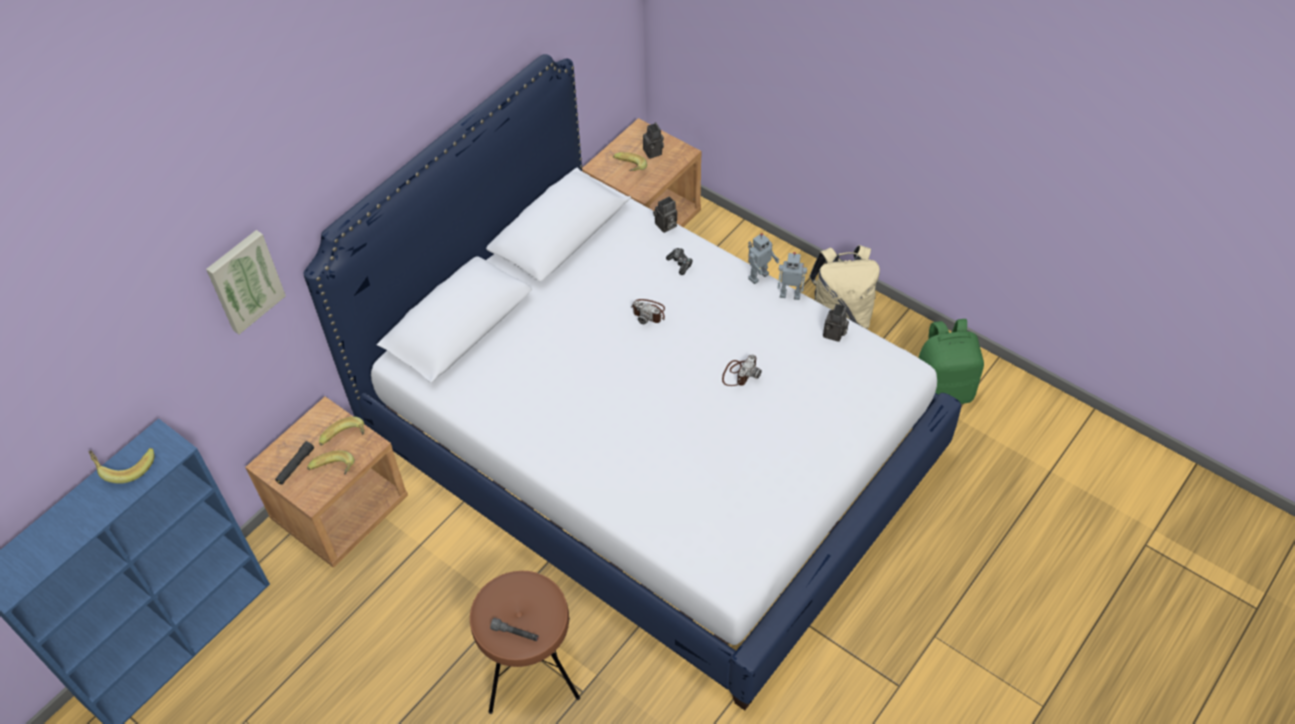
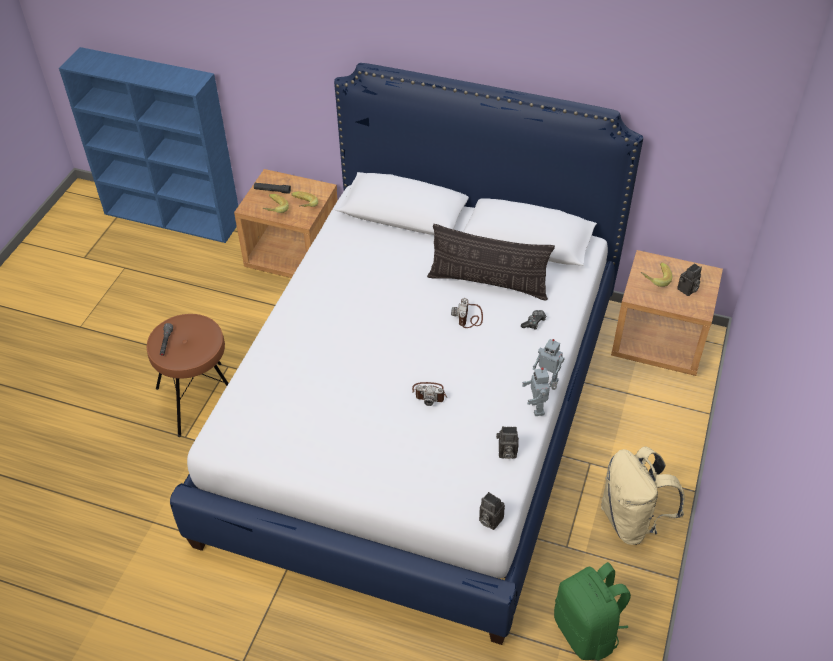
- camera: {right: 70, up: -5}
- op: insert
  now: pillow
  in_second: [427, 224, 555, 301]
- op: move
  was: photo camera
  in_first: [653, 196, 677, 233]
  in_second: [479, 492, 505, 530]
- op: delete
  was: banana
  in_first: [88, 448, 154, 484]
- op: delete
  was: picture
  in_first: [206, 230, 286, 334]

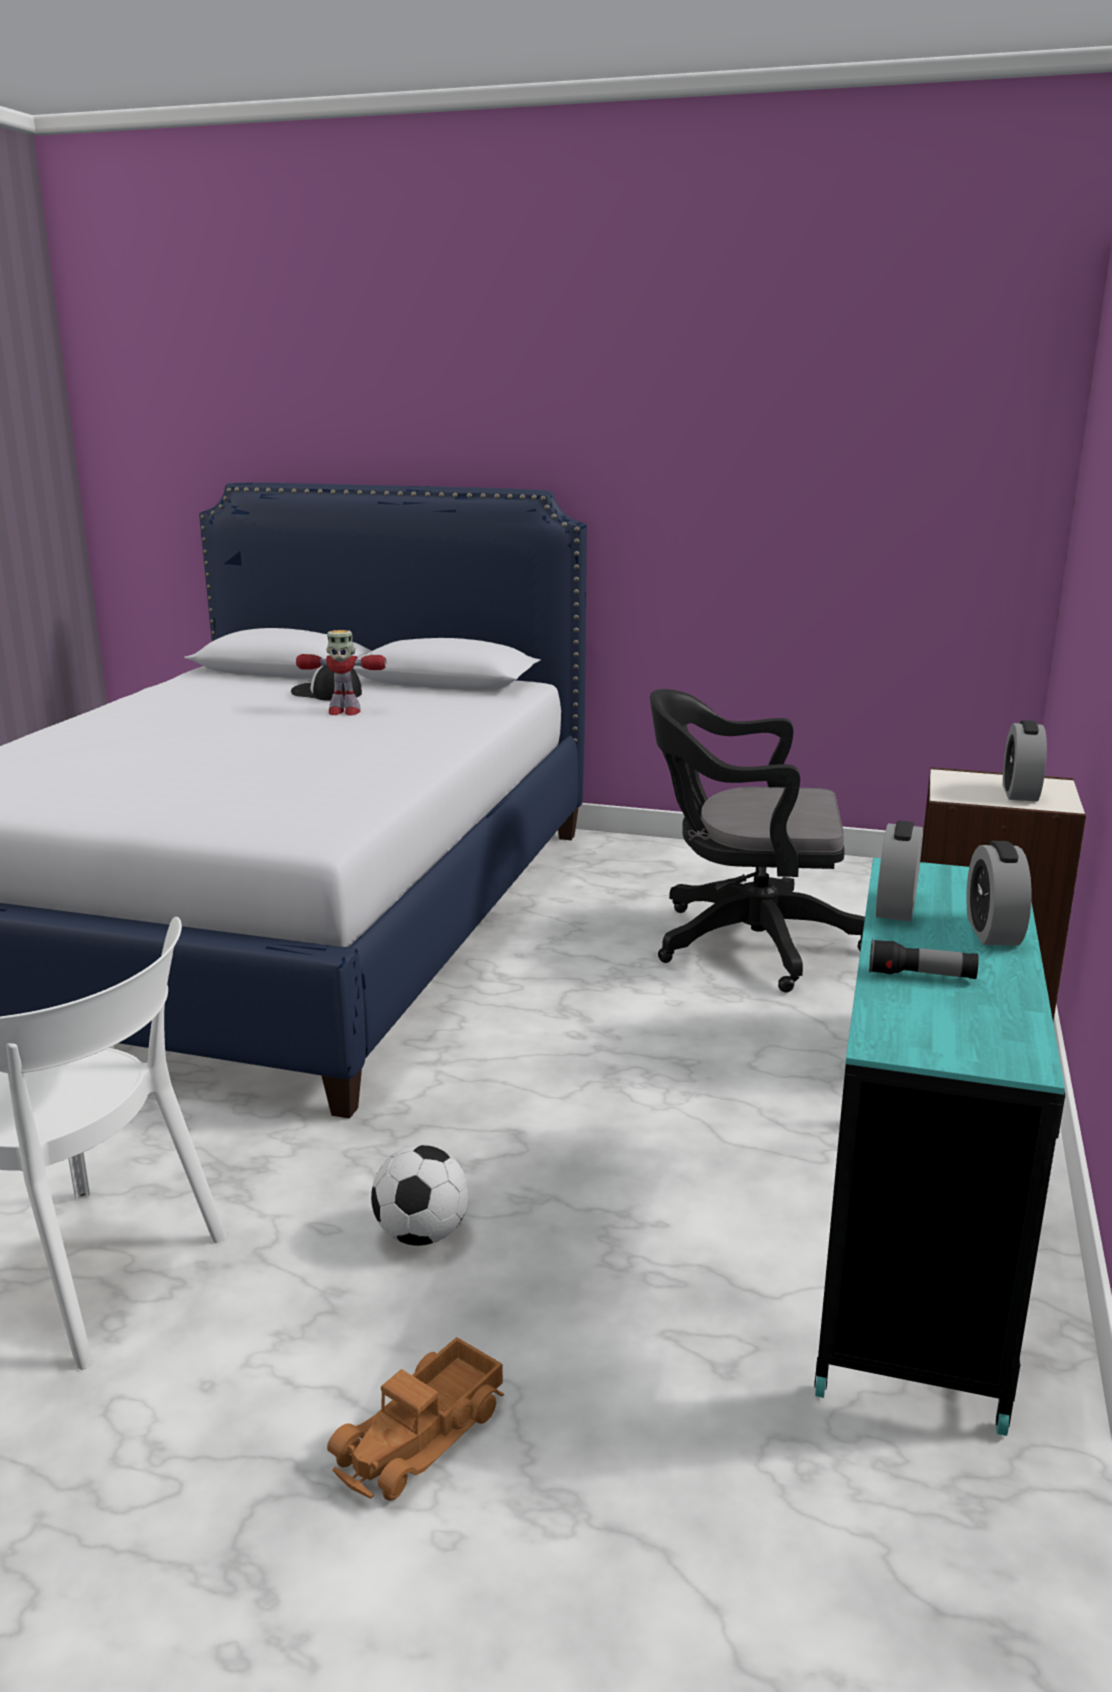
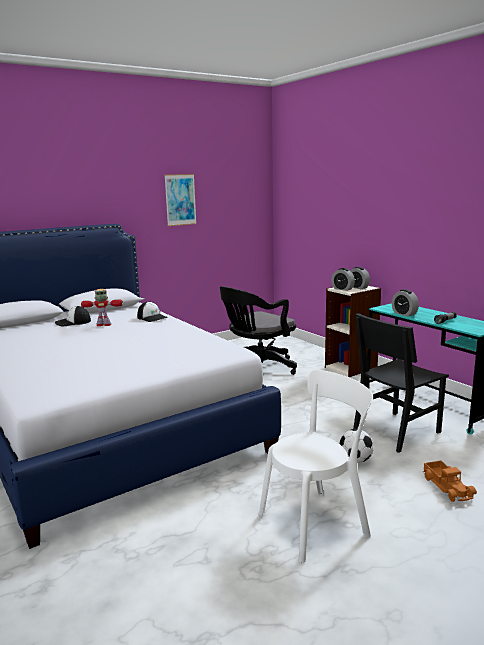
- camera: {right: -50, up: -5}
- op: rotate
  was: toy robot
  in_first: [296, 630, 386, 716]
  in_second: [81, 289, 123, 326]
  clockwise: -135
- op: insert
  now: cap
  in_second: [137, 302, 168, 322]
- op: insert
  now: picture
  in_second: [164, 174, 197, 226]
- op: move
  was: alarm clock
  in_first: [966, 841, 1032, 946]
  in_second: [331, 268, 355, 291]
- op: insert
  now: chair (black)
  in_second: [353, 313, 449, 453]

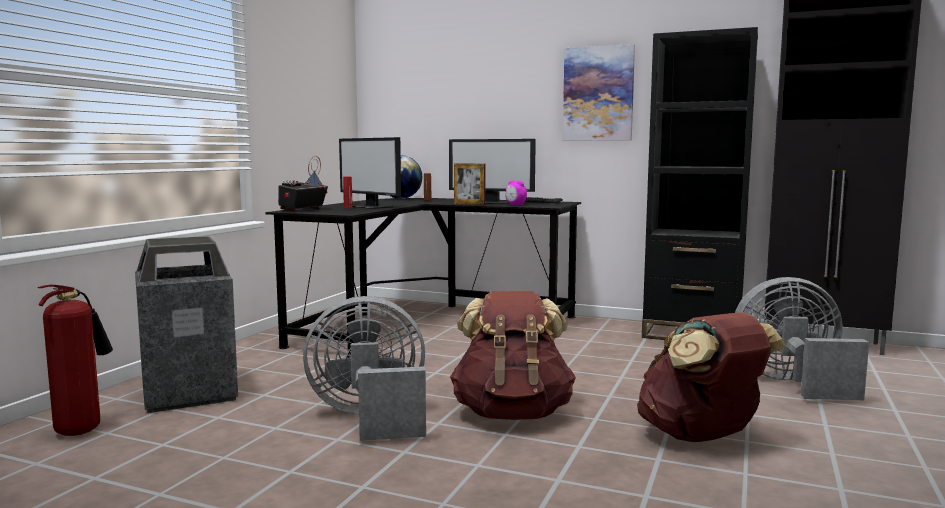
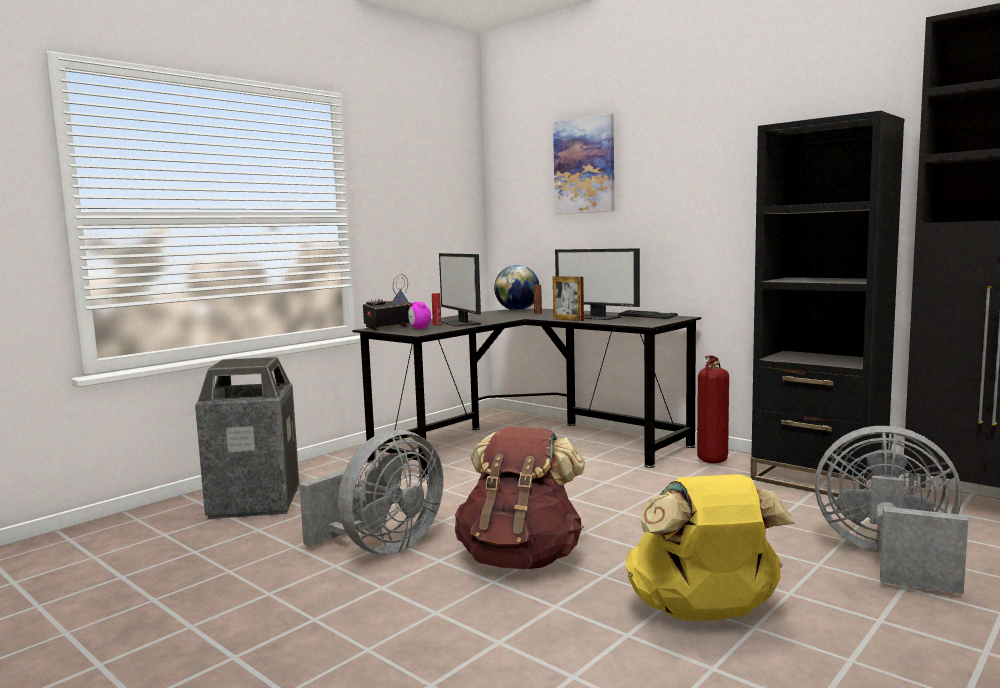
- camera: {right: 20, up: 0}
- op: rotate
  was: fan (grey)
  in_first: [303, 296, 426, 441]
  in_second: [299, 430, 444, 554]
  clockwise: 120
- op: move
  was: alarm clock
  in_first: [505, 180, 527, 205]
  in_second: [408, 301, 431, 329]
- op: move
  was: picture
  in_first: [563, 44, 635, 141]
  in_second: [553, 114, 614, 214]
- op: recolor
  was: backpack (brown)
  now: backpack (yellow)
  in_first: [637, 312, 786, 442]
  in_second: [625, 474, 795, 621]
- op: move
  was: fire extinguisher
  in_first: [38, 285, 113, 436]
  in_second: [697, 355, 729, 464]

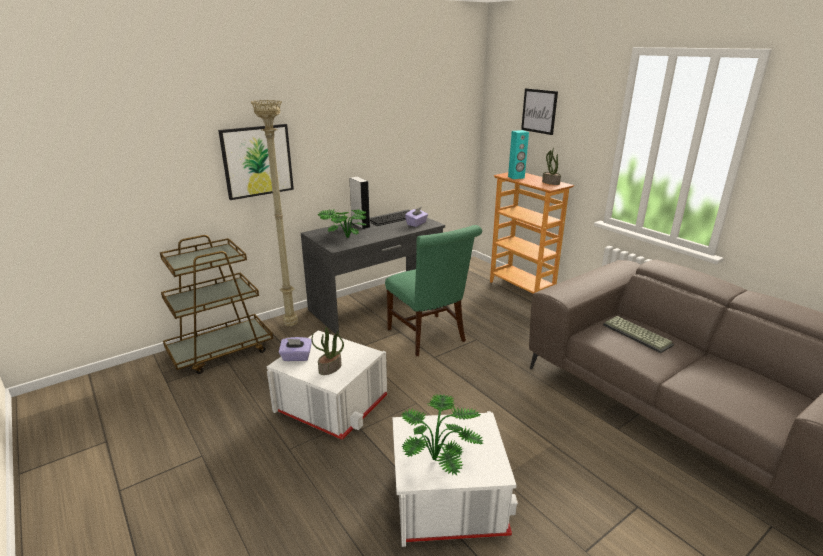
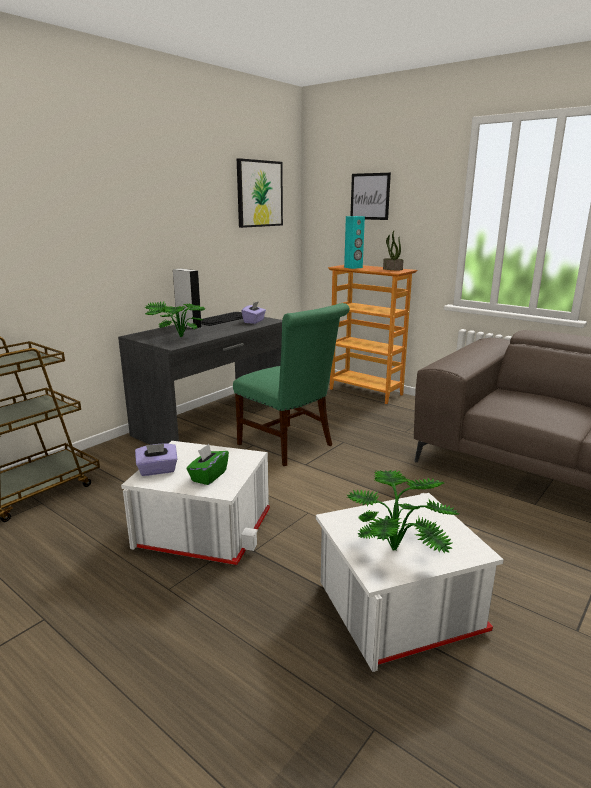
- camera: {right: -15, up: -5}
- op: replace
  was: potted plant
  now: tissue box (green)
  in_first: [311, 327, 344, 375]
  in_second: [186, 444, 229, 485]
- op: move
  was: picture
  in_first: [218, 124, 294, 200]
  in_second: [237, 158, 283, 228]
- op: delete
  was: floor lamp (beige)
  in_first: [251, 100, 298, 326]
- op: delete
  was: keyboard
  in_first: [603, 316, 674, 353]

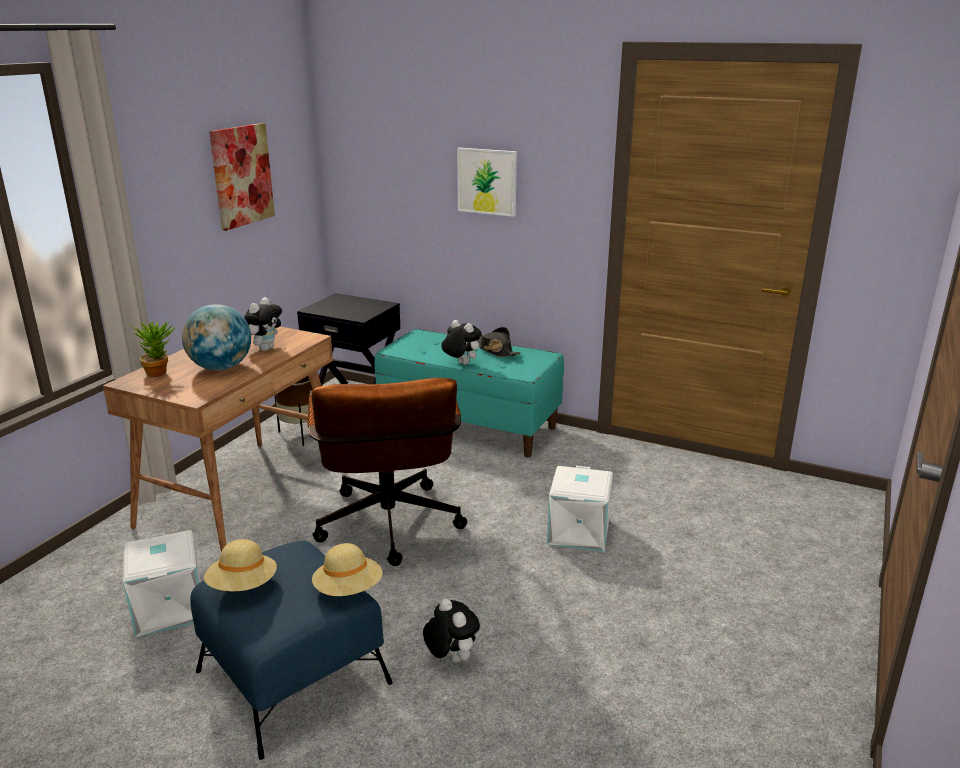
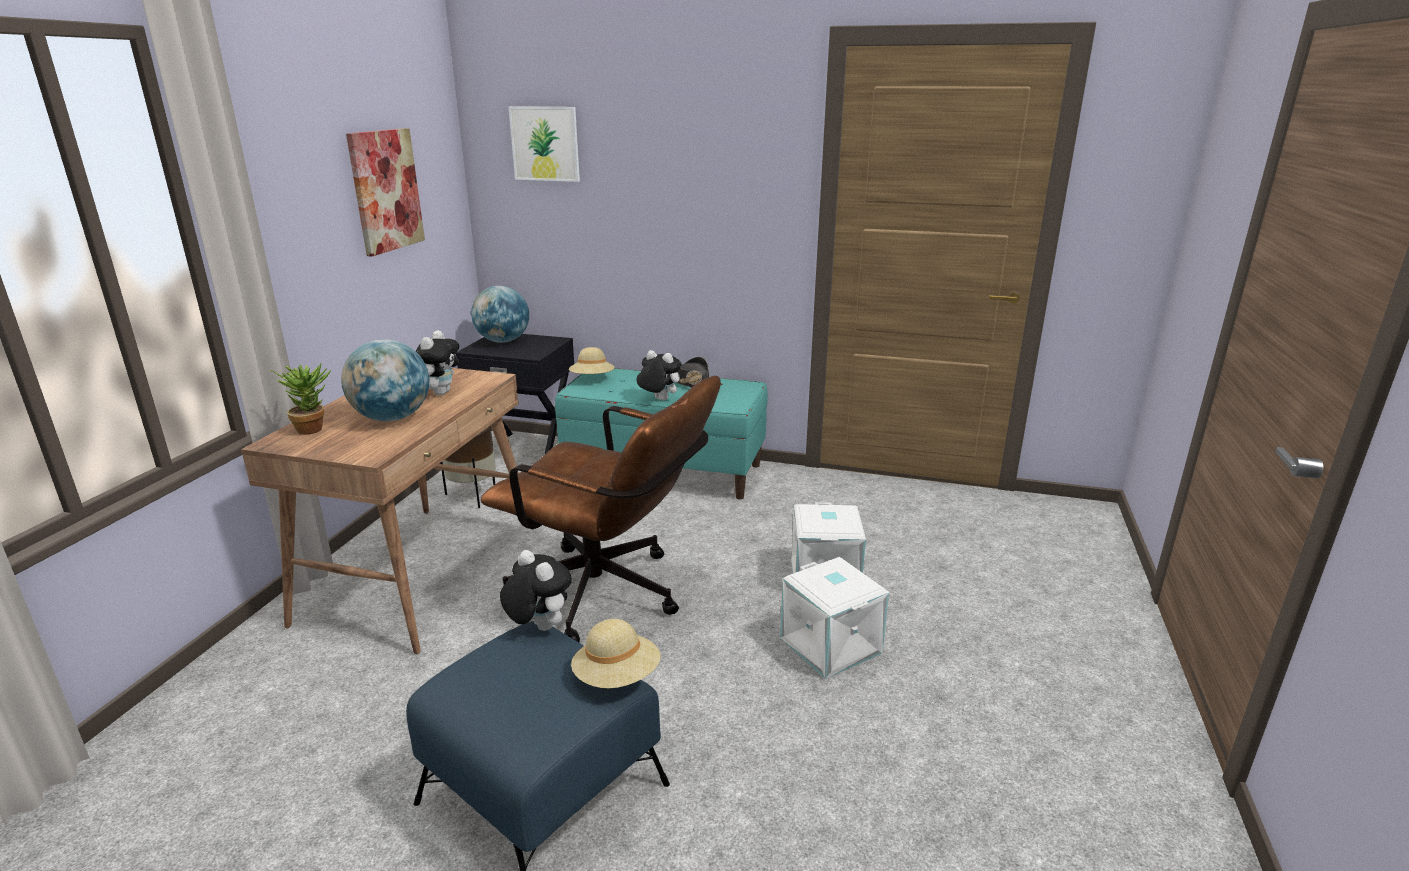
- camera: {right: -10, up: 0}
- op: insert
  now: globe
  in_second: [471, 286, 529, 343]
- op: rotate
  was: office chair (brown)
  in_first: [308, 378, 467, 566]
  in_second: [481, 376, 721, 643]
  clockwise: -45
- op: move
  was: plush toy
  in_first: [423, 598, 480, 663]
  in_second: [500, 550, 572, 631]
- op: move
  was: picture
  in_first: [457, 148, 517, 217]
  in_second: [509, 106, 580, 182]
- op: move
  was: hat (beige)
  in_first: [204, 539, 277, 591]
  in_second: [569, 347, 615, 374]
- op: move
  was: storage box (white)
  in_first: [123, 530, 201, 637]
  in_second: [780, 557, 889, 679]

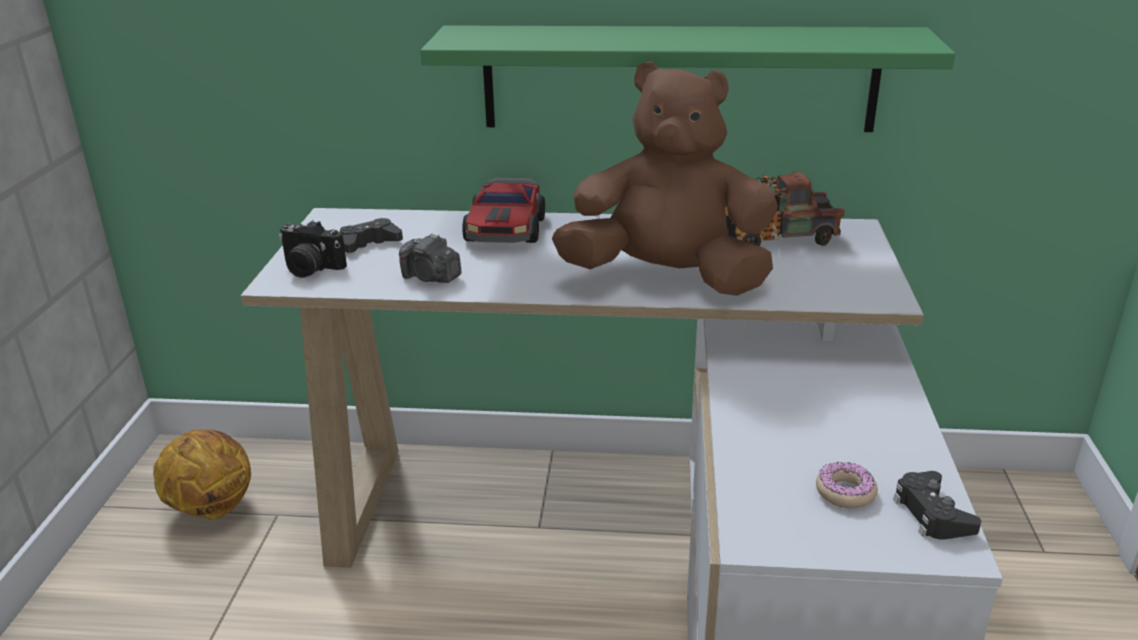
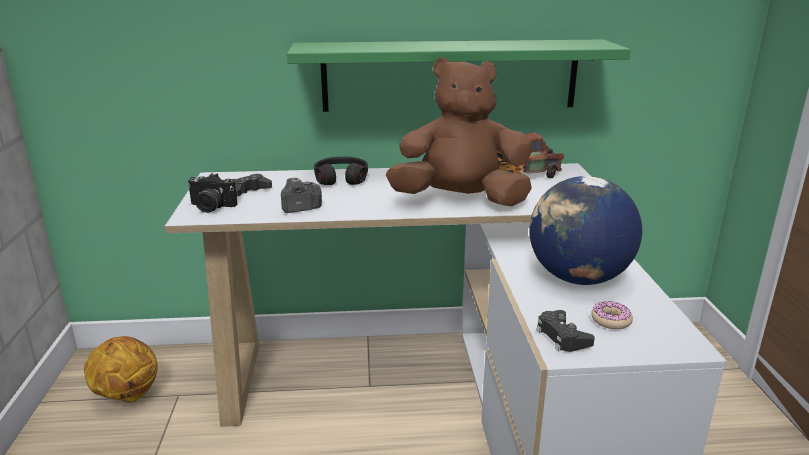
- camera: {right: -10, up: -5}
- op: rotate
  was: photo camera
  in_first: [399, 233, 461, 283]
  in_second: [281, 178, 322, 213]
  clockwise: 135
- op: replace
  was: toy car
  now: headphones (black)
  in_first: [462, 178, 545, 243]
  in_second: [314, 157, 368, 185]
- op: insert
  now: globe
  in_second: [529, 176, 642, 285]
- op: move
  was: game controller (black)
  in_first: [893, 471, 981, 540]
  in_second: [536, 310, 595, 352]

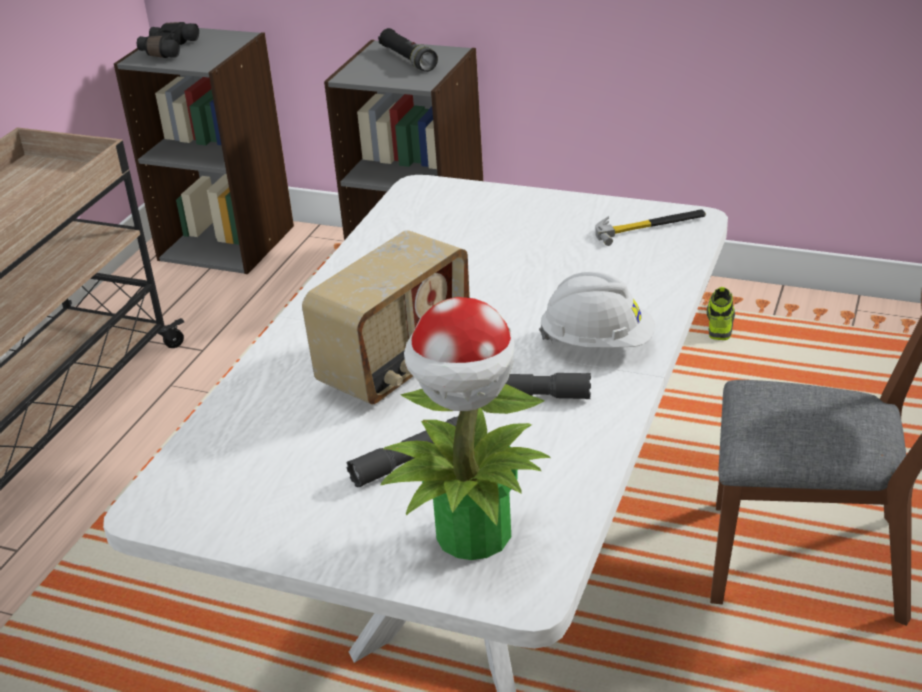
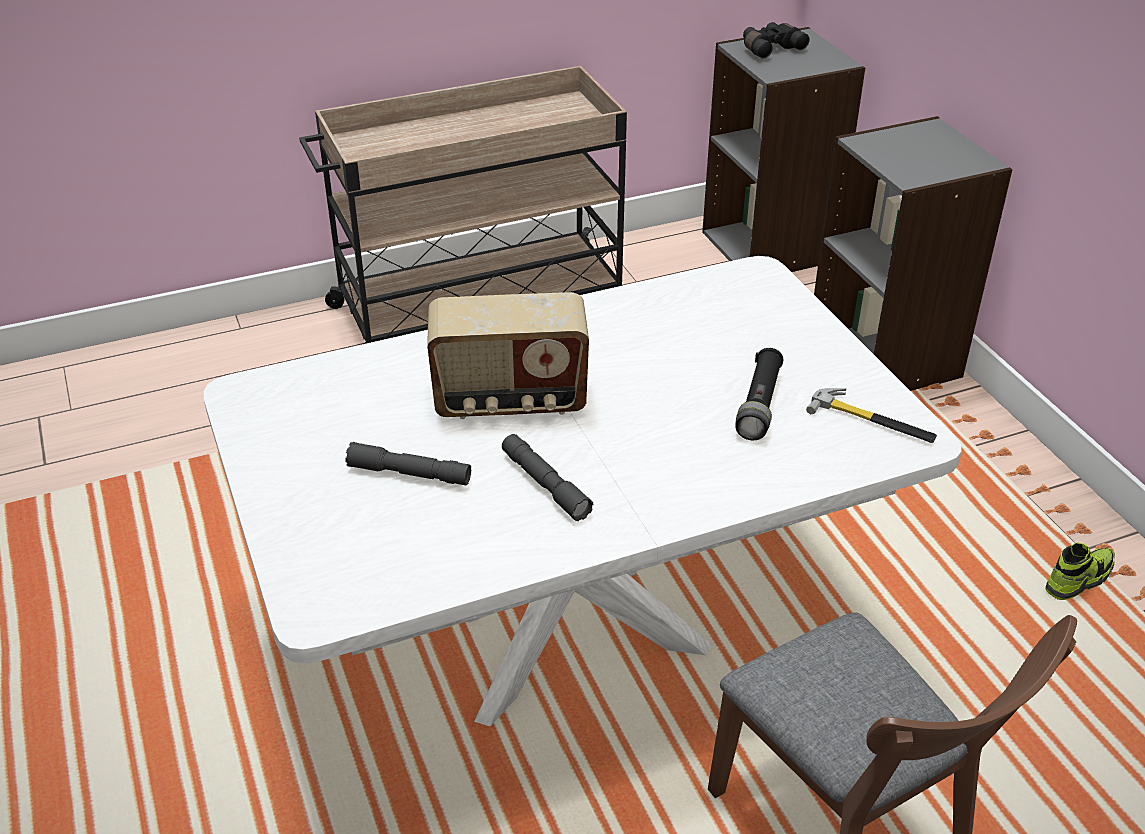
- camera: {right: 45, up: 5}
- op: move
  was: flashlight (black)
  in_first: [378, 28, 438, 72]
  in_second: [735, 348, 783, 440]
- op: delete
  was: potted plant
  in_first: [380, 297, 551, 560]
- op: delete
  was: hard hat (white)
  in_first: [539, 272, 655, 348]

